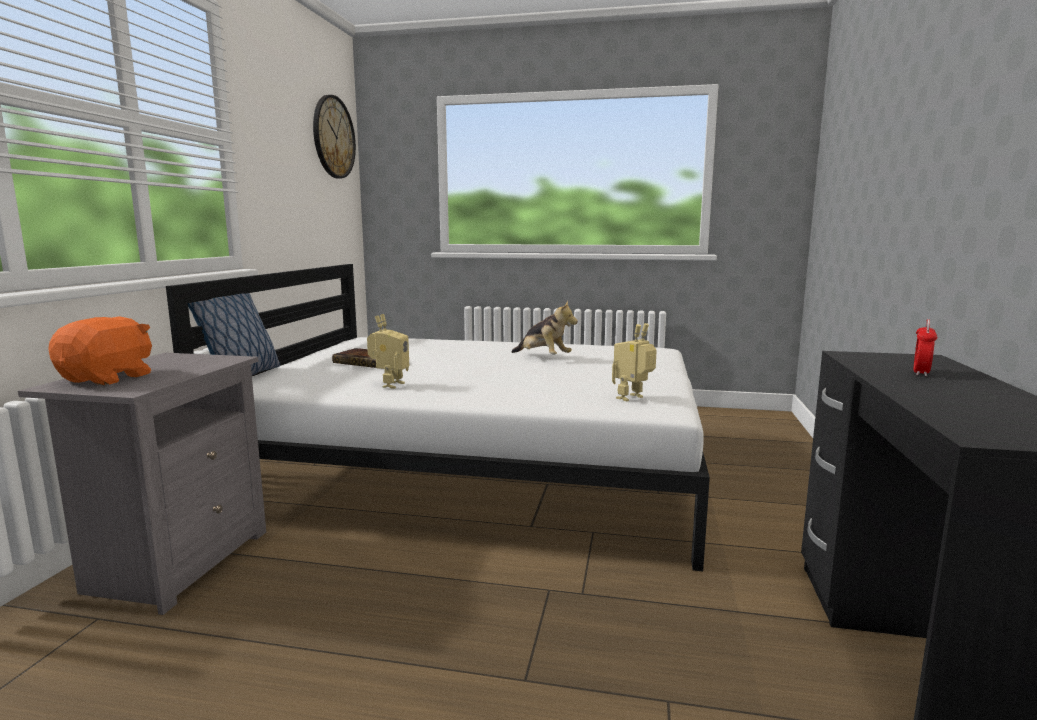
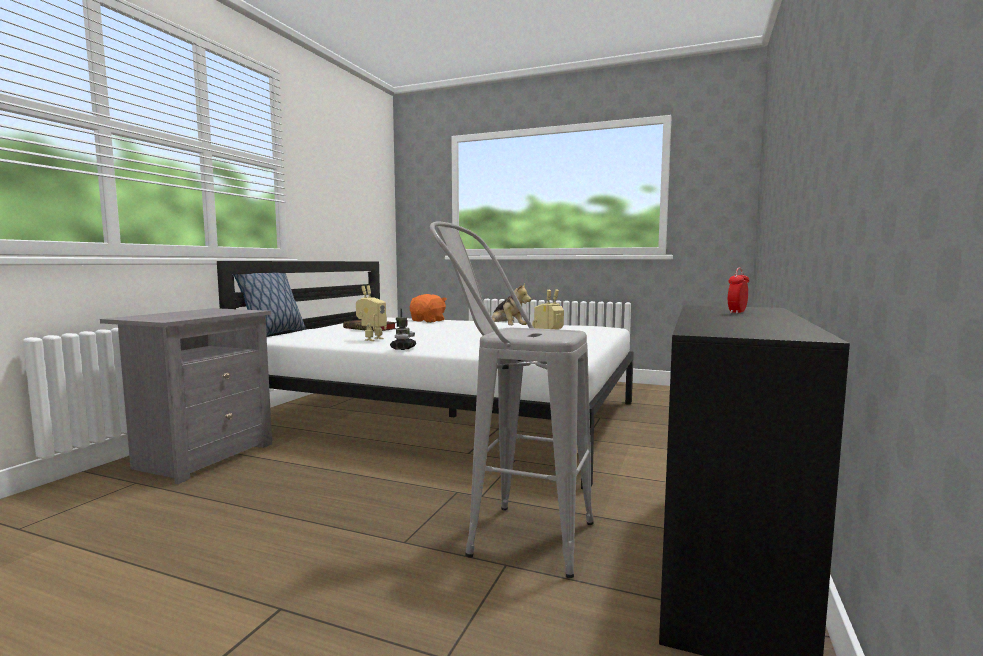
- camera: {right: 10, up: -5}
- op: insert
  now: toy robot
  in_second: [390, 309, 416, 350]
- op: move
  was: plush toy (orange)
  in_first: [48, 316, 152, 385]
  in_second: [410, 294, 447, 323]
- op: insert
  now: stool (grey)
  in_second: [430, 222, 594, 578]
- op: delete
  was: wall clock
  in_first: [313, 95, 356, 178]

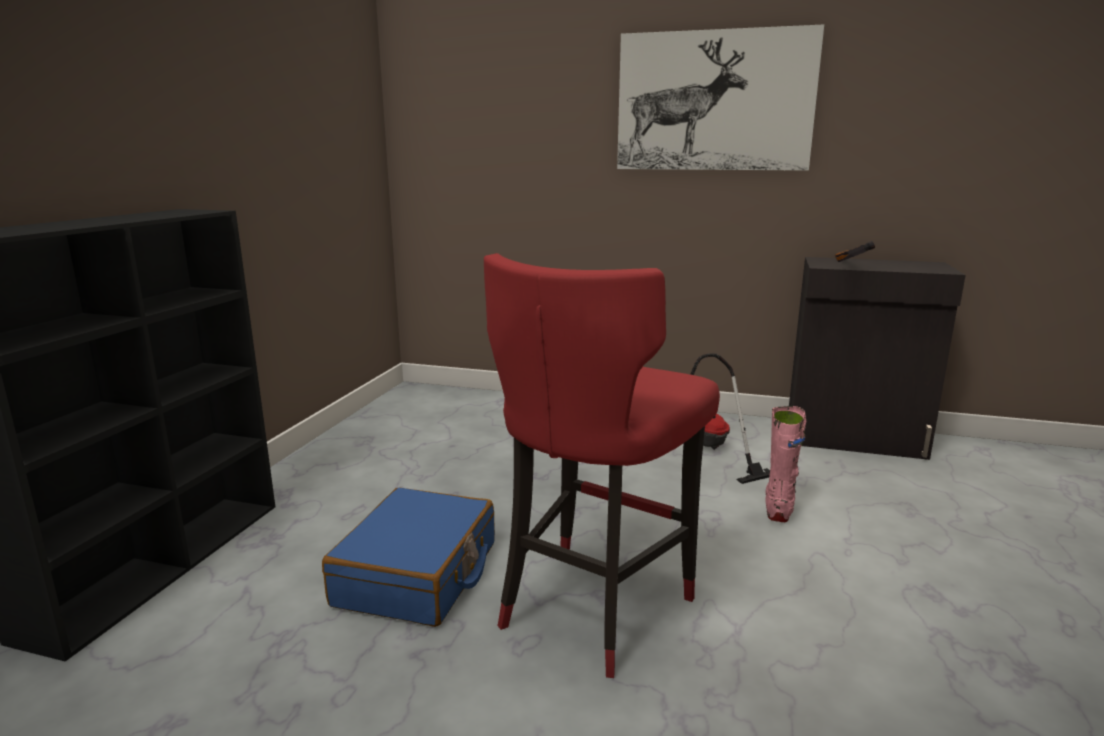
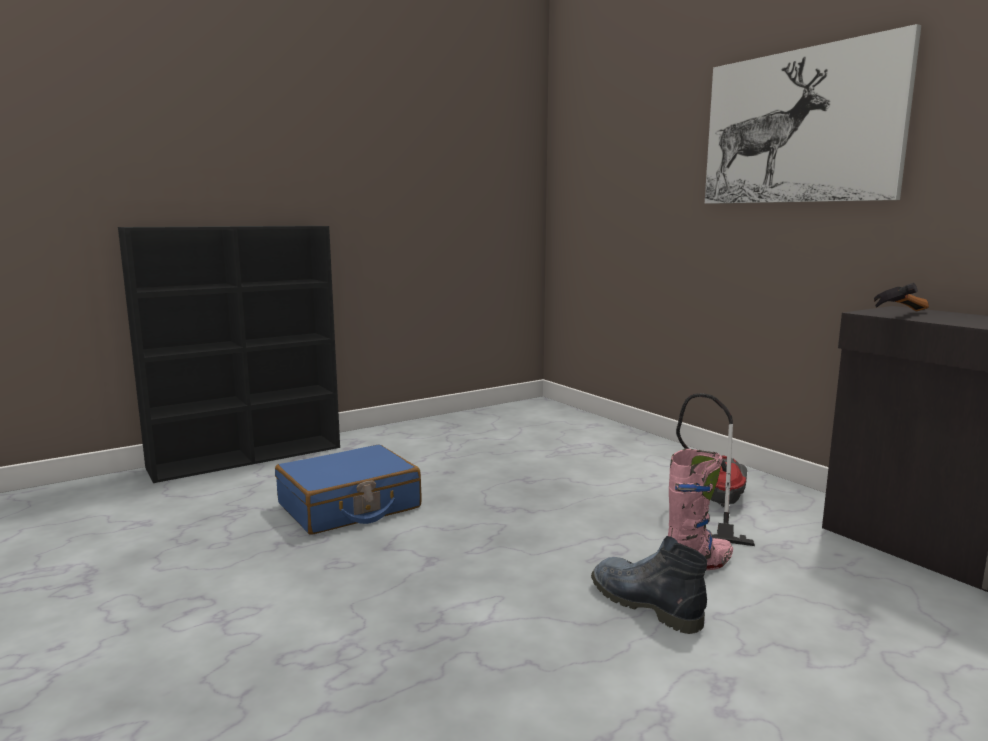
- camera: {right: 40, up: -5}
- op: insert
  now: boot
  in_second: [591, 536, 707, 634]
- op: delete
  was: stool (red)
  in_first: [484, 253, 720, 678]

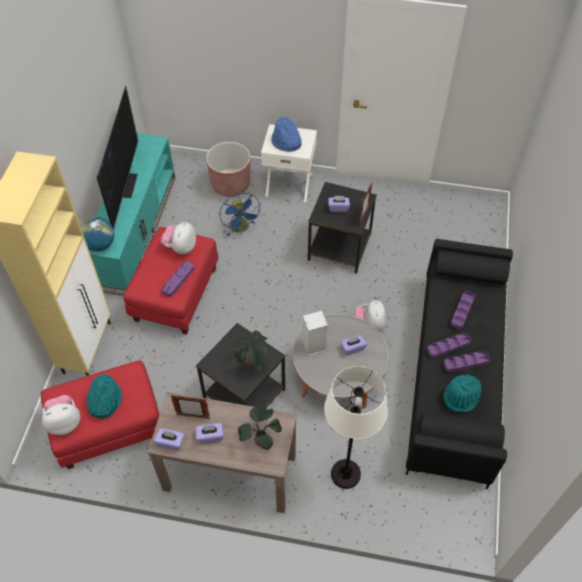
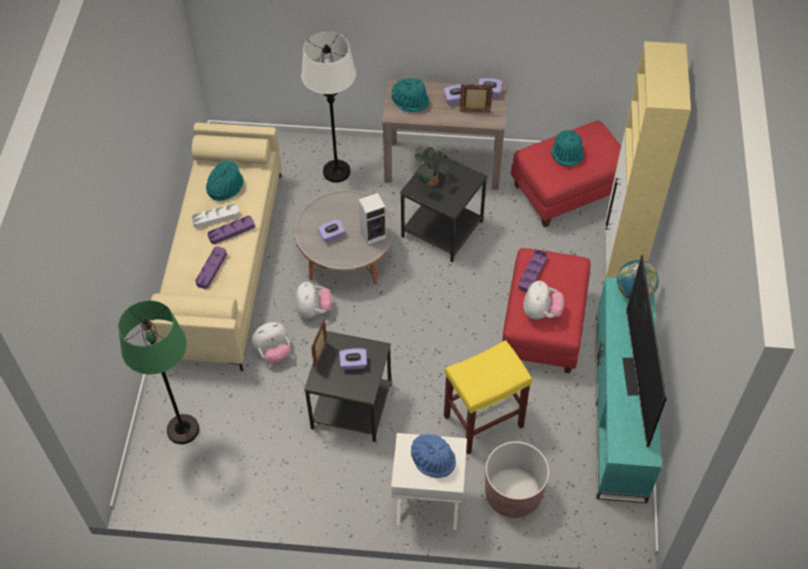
- camera: {right: 175, up: 0}
- op: insert
  now: floor lamp (green)
  in_second: [118, 300, 199, 444]
- op: recolor
  was: sofa (black)
  now: sofa (beige)
  in_first: [406, 239, 513, 489]
  in_second: [146, 123, 281, 371]
- op: recolor
  was: tray (purple)
  now: tray (white)
  in_first: [443, 351, 490, 372]
  in_second: [192, 204, 240, 228]
- op: move
  was: plush toy
  in_first: [42, 395, 80, 435]
  in_second: [252, 322, 290, 363]
- op: replace
  was: potted plant
  now: hat (turquoise)
  in_first: [238, 406, 282, 451]
  in_second: [391, 78, 429, 112]
- op: replace
  was: fan (blue)
  now: stool (yellow)
  in_first: [220, 193, 262, 236]
  in_second: [444, 340, 532, 454]

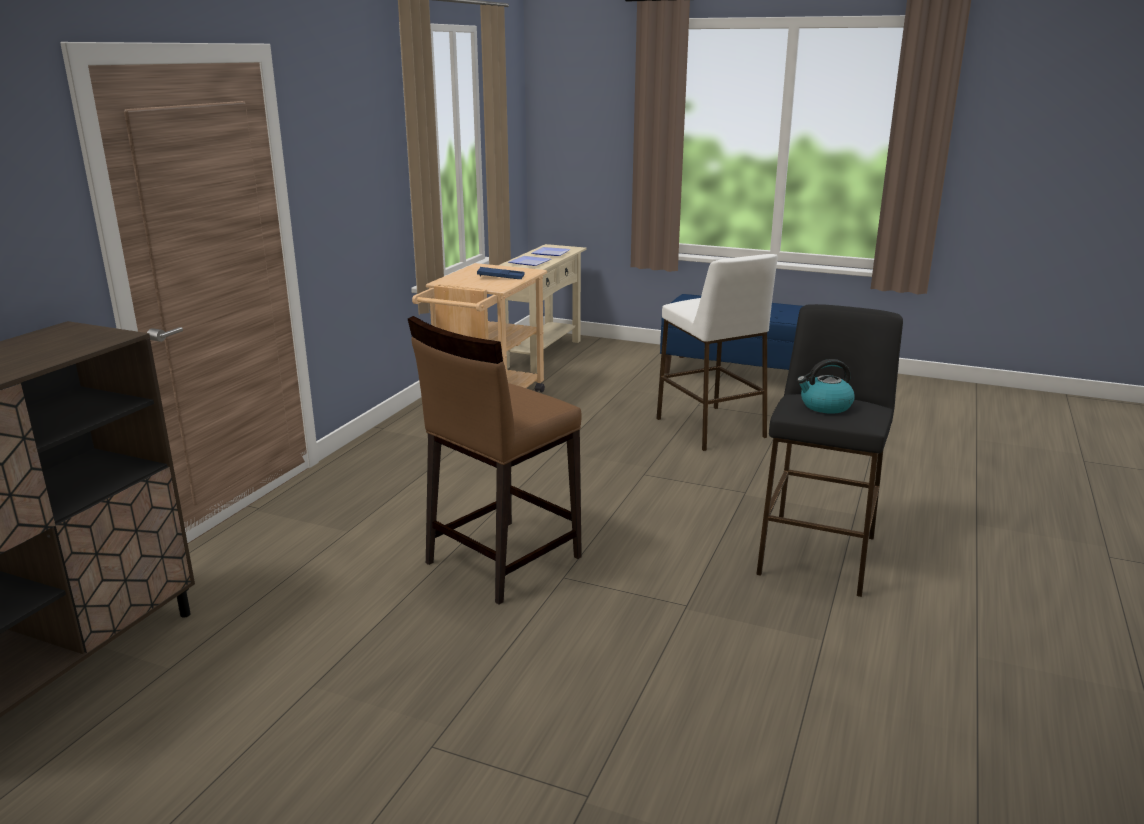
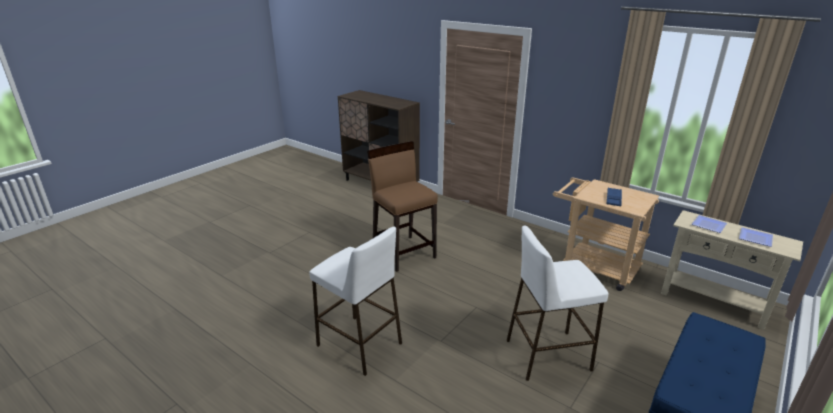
- camera: {right: 105, up: 5}
- op: recolor
  was: stool (black)
  now: stool (white)
  in_first: [756, 304, 903, 597]
  in_second: [309, 227, 402, 376]
- op: delete
  was: kettle
  in_first: [797, 359, 855, 414]

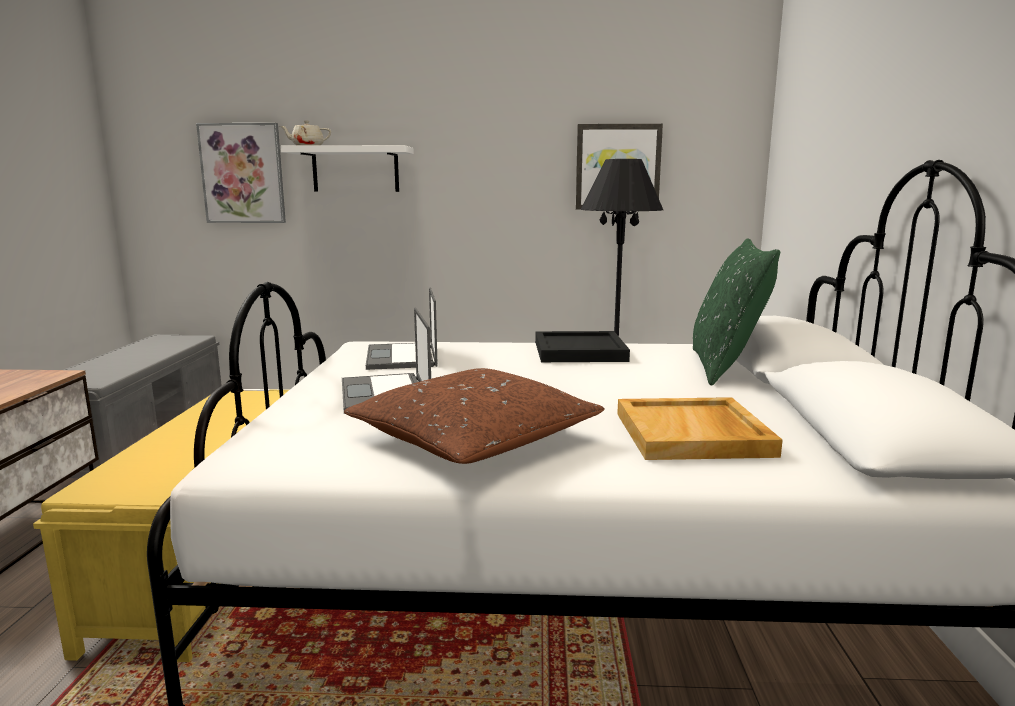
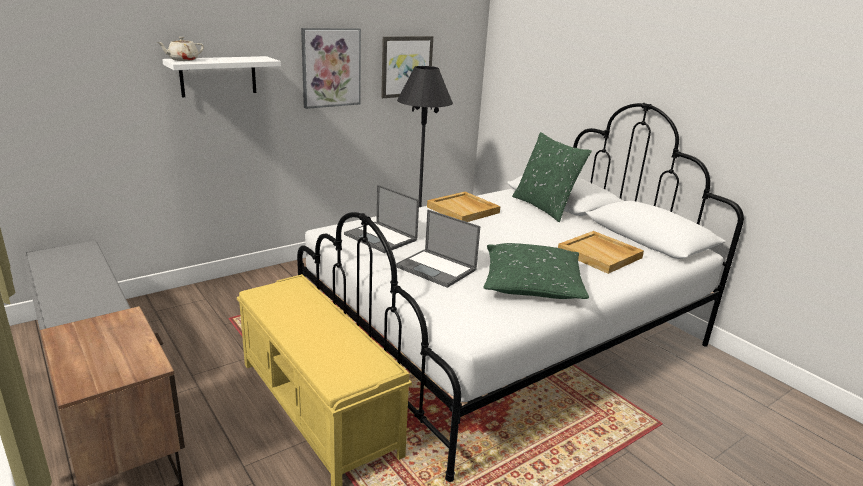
- camera: {right: -40, up: 10}
- op: move
  was: picture
  in_first: [196, 123, 286, 223]
  in_second: [301, 28, 361, 109]
- op: recolor
  was: tray (black)
  now: tray (beige)
  in_first: [535, 331, 630, 362]
  in_second: [427, 192, 500, 222]
- op: recolor
  was: pillow (brown)
  now: pillow (green)
  in_first: [344, 368, 604, 464]
  in_second: [483, 243, 589, 299]

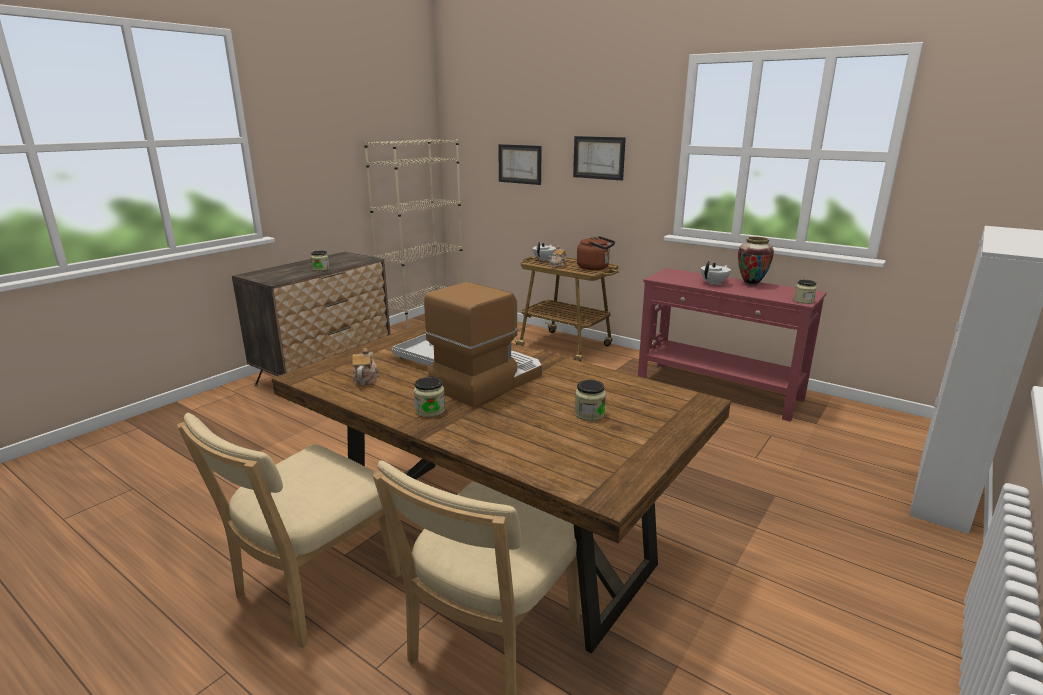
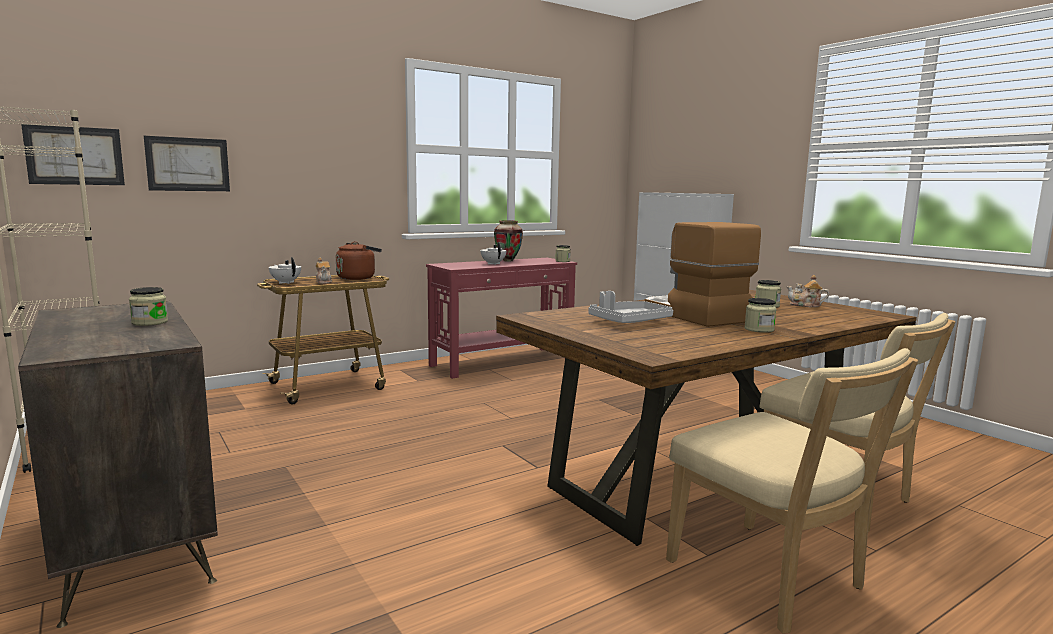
- camera: {right: -70, up: -10}
- op: move
  was: picture
  in_first: [573, 136, 626, 180]
  in_second: [21, 124, 125, 185]
- op: move
  was: teapot
  in_first: [352, 348, 379, 385]
  in_second: [786, 275, 829, 307]

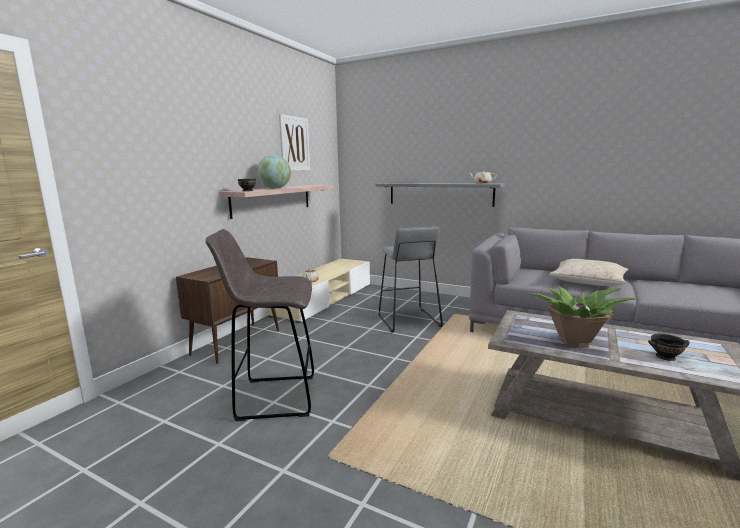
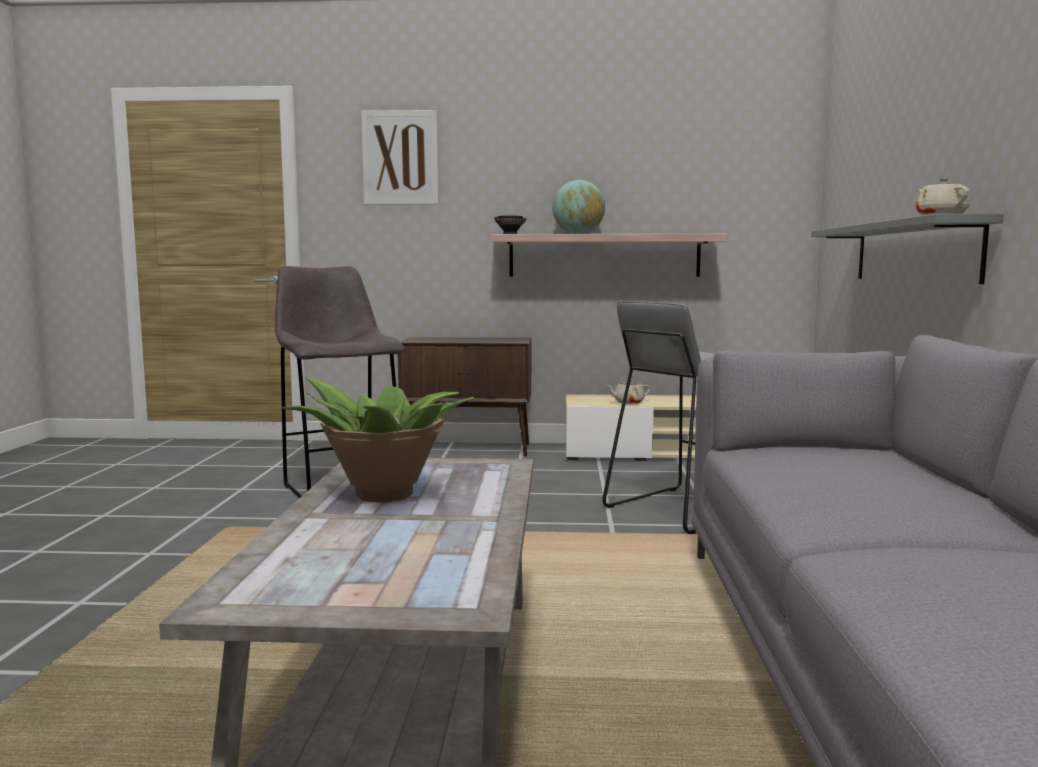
- camera: {right: 65, up: -5}
- op: move
  was: picture
  in_first: [279, 114, 310, 171]
  in_second: [361, 110, 439, 205]
- op: delete
  was: pillow (beige)
  in_first: [549, 259, 628, 286]
- op: delete
  was: bowl (black)
  in_first: [648, 334, 690, 361]

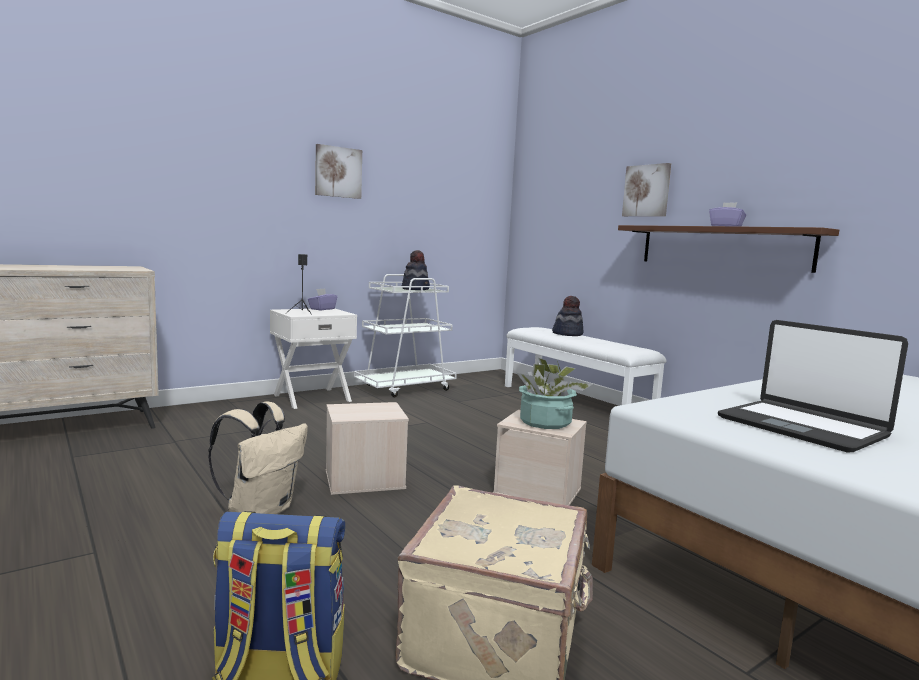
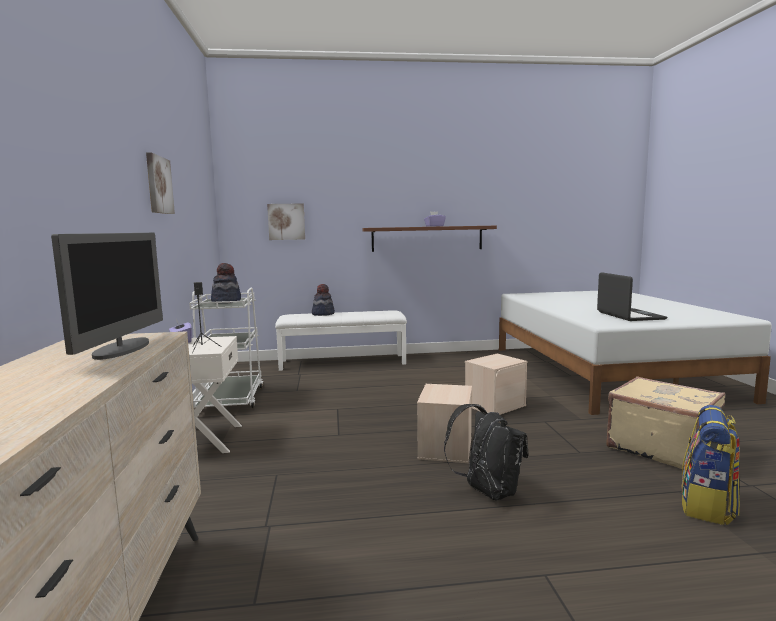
- camera: {right: -60, up: 0}
- op: insert
  now: monitor
  in_second: [51, 233, 163, 360]
- op: move
  was: picture
  in_first: [622, 163, 671, 216]
  in_second: [267, 203, 305, 240]
- op: recolor
  was: backpack (beige)
  now: backpack (black)
  in_first: [208, 401, 308, 514]
  in_second: [444, 404, 528, 501]
- op: rotate
  was: laptop
  in_first: [718, 320, 908, 453]
  in_second: [597, 272, 668, 321]
  clockwise: -90
- op: delete
  was: potted plant
  in_first: [517, 358, 593, 429]

